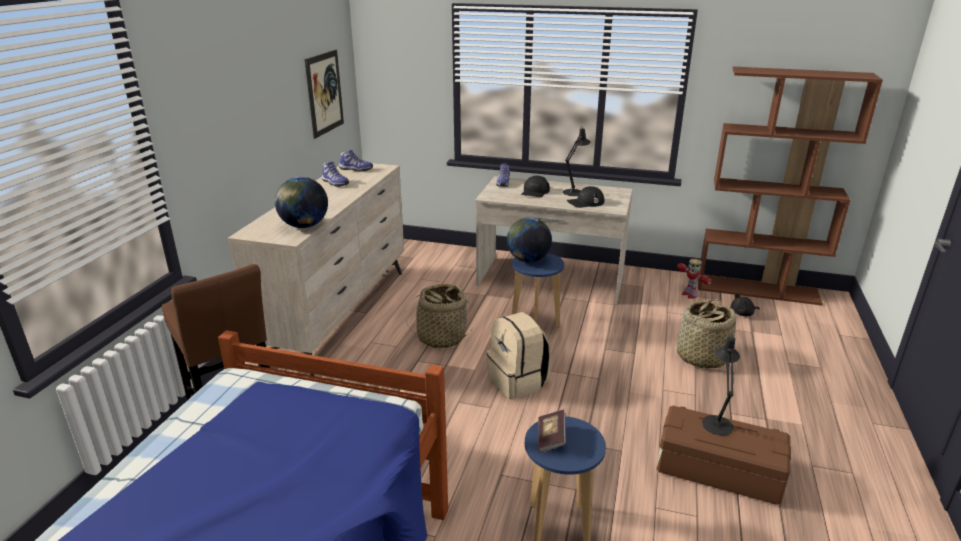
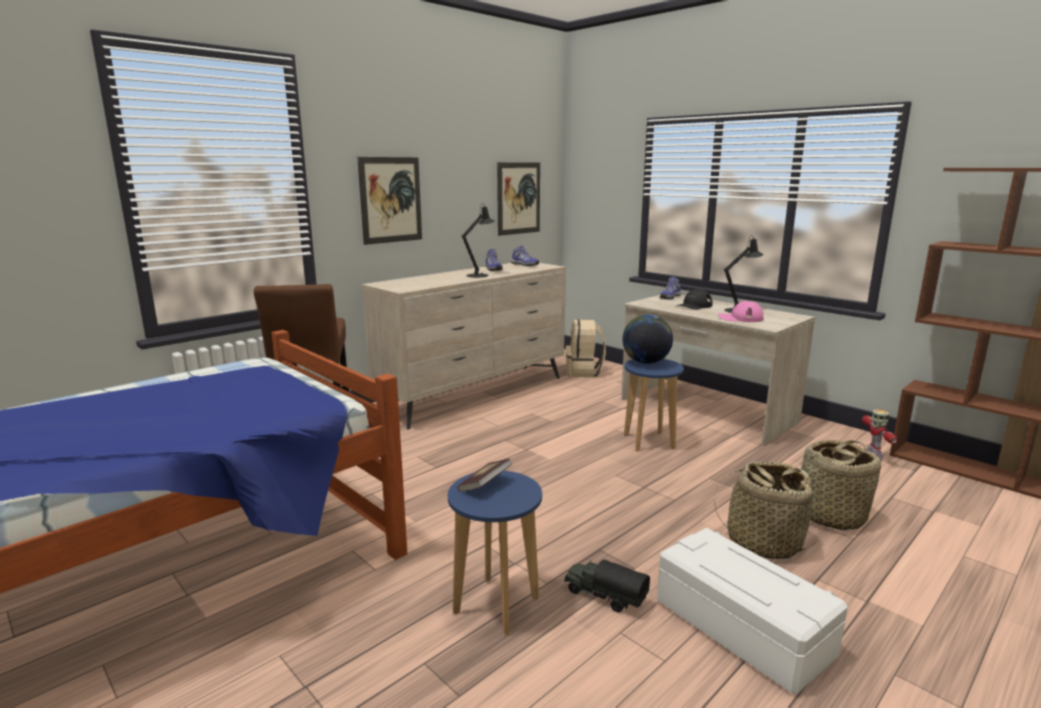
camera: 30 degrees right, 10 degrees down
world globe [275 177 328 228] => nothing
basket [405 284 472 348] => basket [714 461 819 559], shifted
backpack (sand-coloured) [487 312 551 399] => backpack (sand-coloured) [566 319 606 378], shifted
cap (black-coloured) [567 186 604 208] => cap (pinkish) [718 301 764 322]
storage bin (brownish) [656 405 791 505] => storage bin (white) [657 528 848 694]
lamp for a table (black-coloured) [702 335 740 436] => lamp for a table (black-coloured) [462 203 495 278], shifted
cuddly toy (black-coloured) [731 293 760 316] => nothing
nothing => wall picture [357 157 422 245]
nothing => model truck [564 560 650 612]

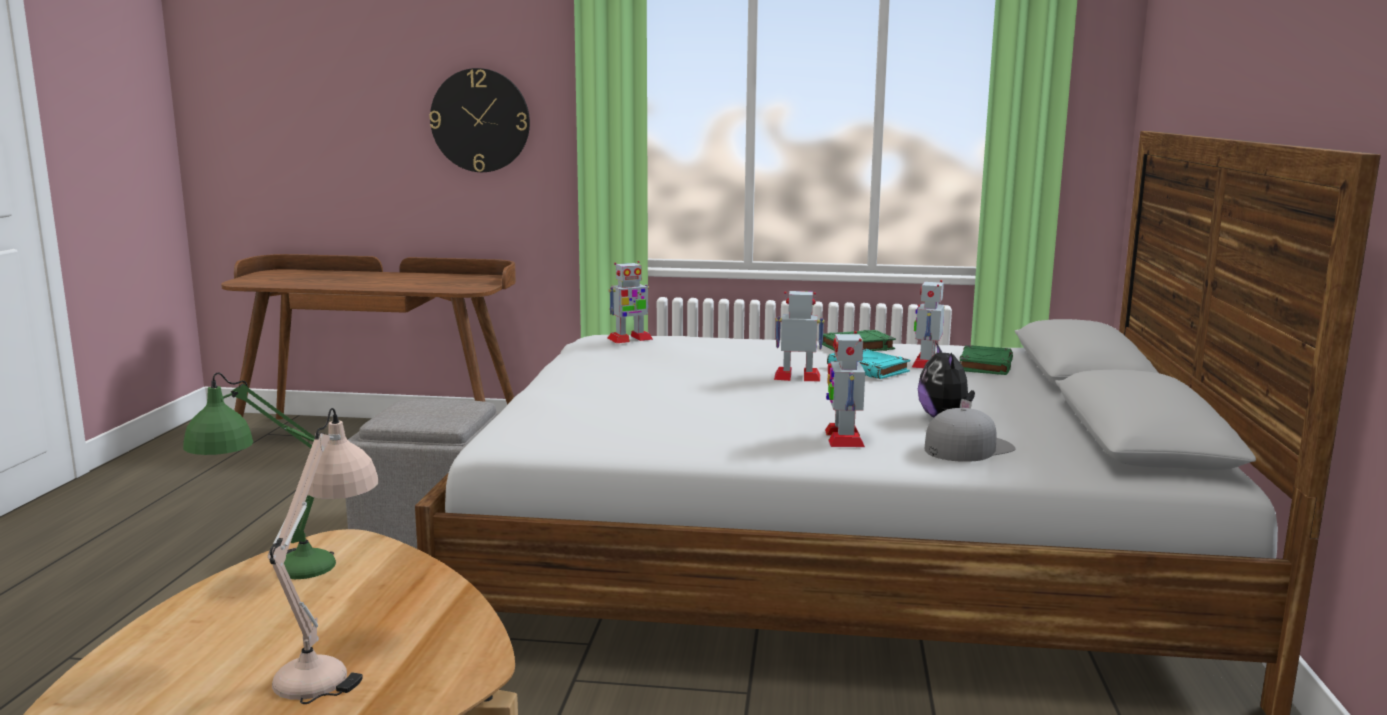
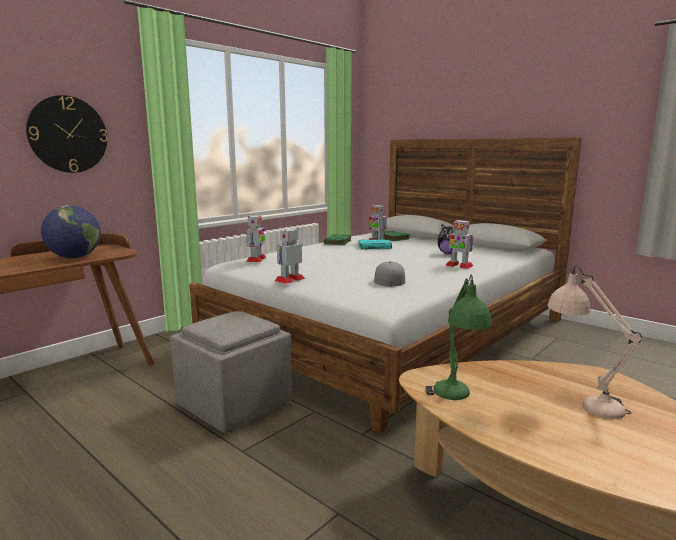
camera: 55 degrees left, 0 degrees up
robot figure [774 291 824 381] => robot figure [275 228 305 284], shifted
cap (greyish) [925 408 1016 462] => cap (greyish) [374 261 405 287], shifted
nothing => world globe [41 205 101 258]

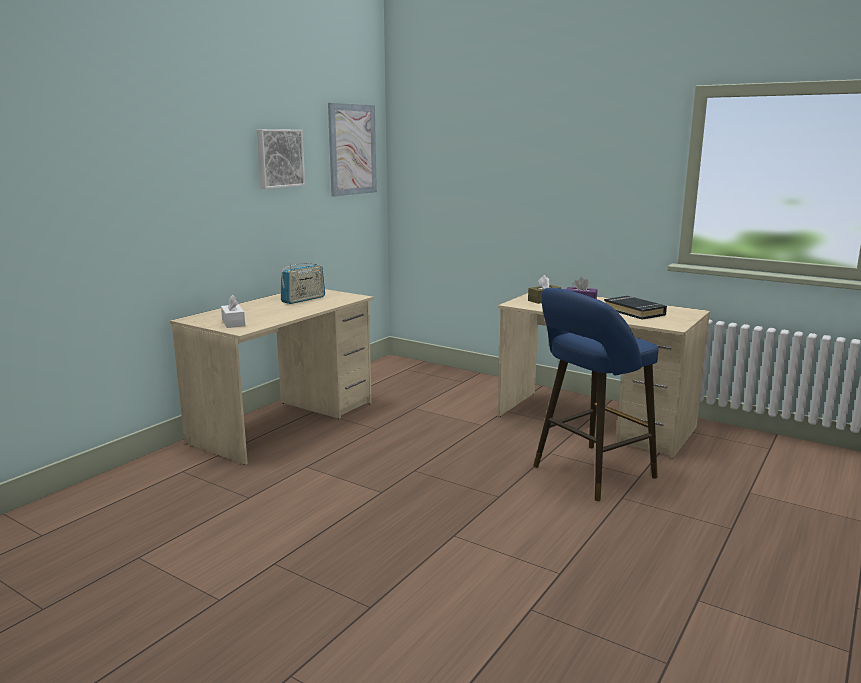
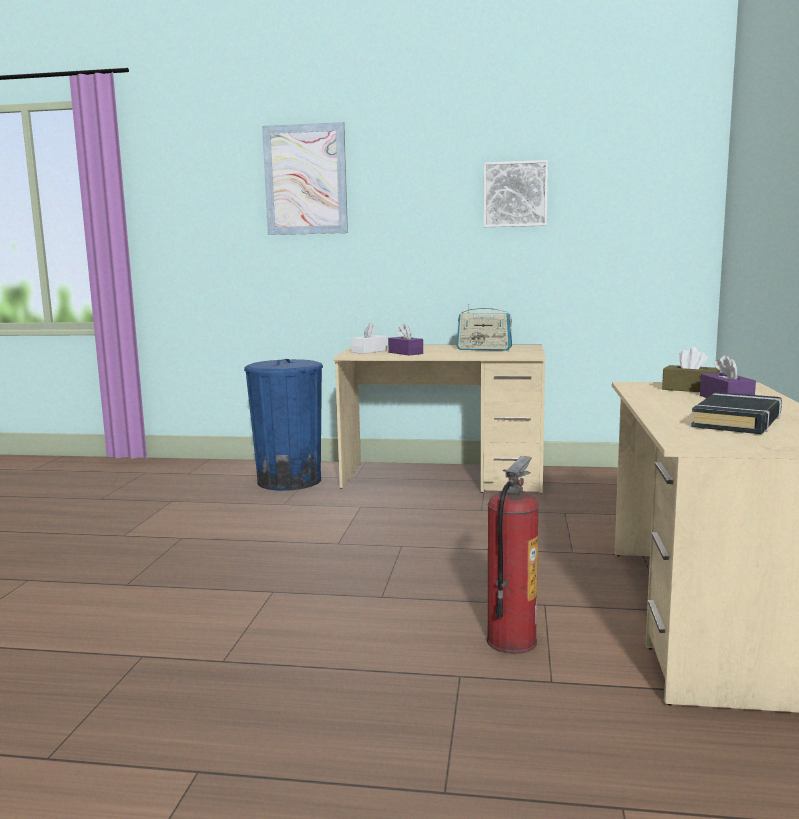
camera: 65 degrees right, 5 degrees down
wall picture [328 103 377 197] => wall picture [262 122 348 235], shifted
stool (blue) [533 288 658 501] => extinguisher [487 456 539 654]
nothing => waste bin (blue) [244 359 323 491]
nothing => tissue box (purple) [388 324 423 355]

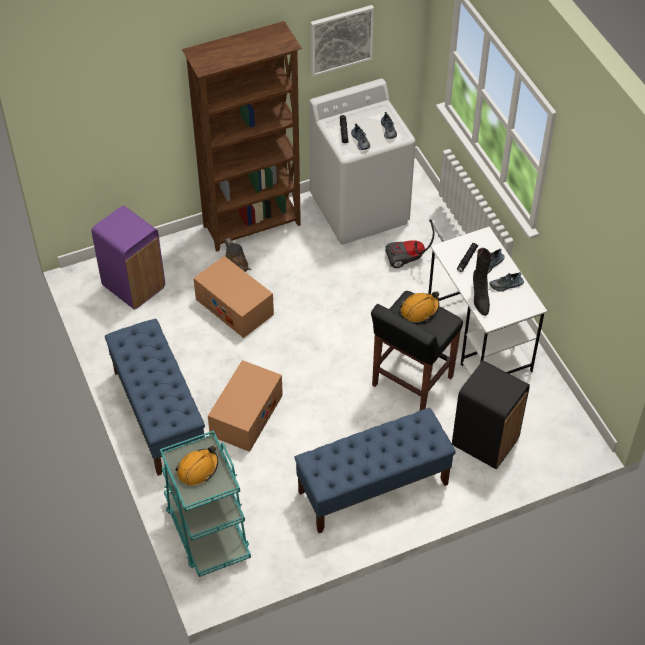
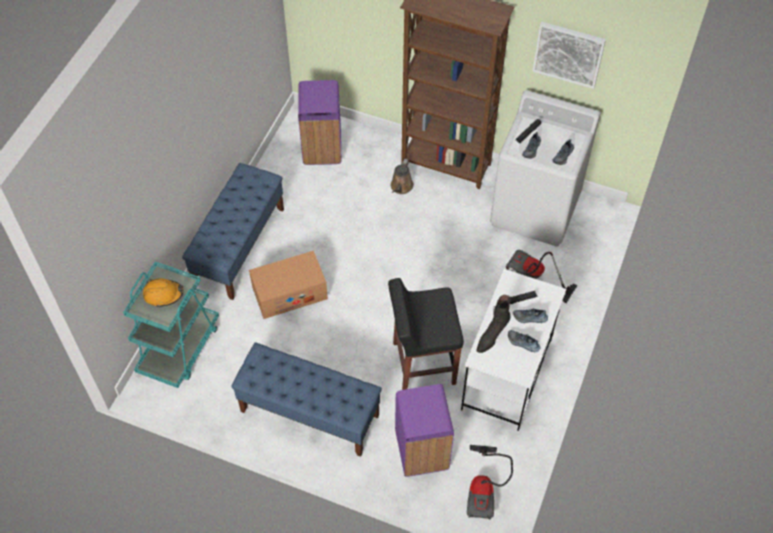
camera: 45 degrees right, 5 degrees up
packing box [193 256 274 338] => nothing
work helmet (orange-coloured) [400 291 440 322] => nothing
waste bin (black-coloured) [452 360 530 469] => waste bin (purple) [395 384 454 477]
nothing => vacuum cleaner [467 445 513 519]

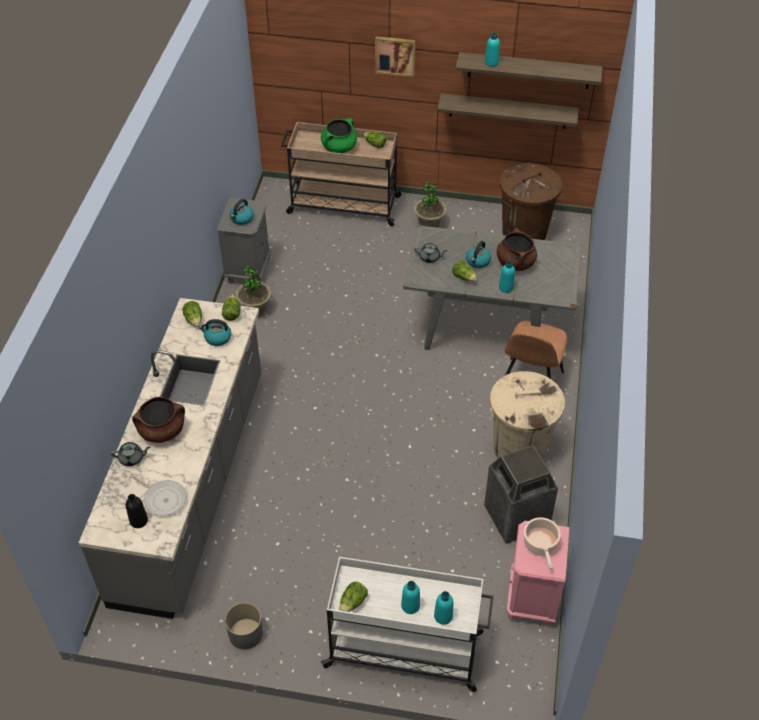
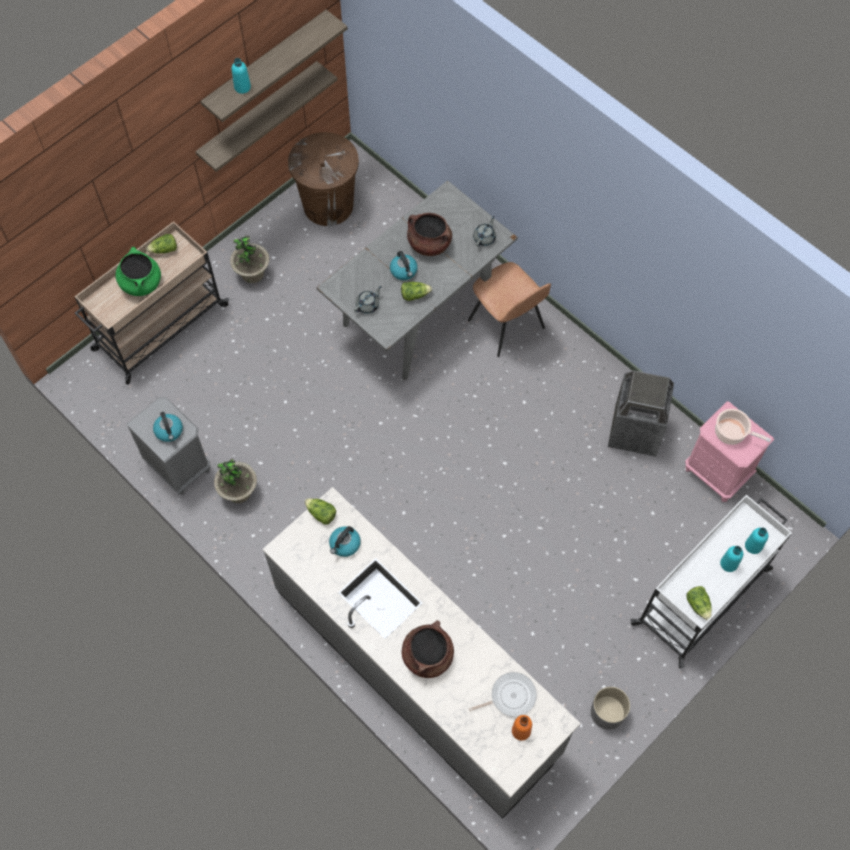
camera: 55 degrees left, 15 degrees up
teapot (greyish) [110 442 151 466] => teapot (greyish) [473 216 496 247], shifted
drink bottle (black-coloured) [126 494 148 528] => drink bottle (orange-coloured) [512 715 532 741]
lettuce [183 301 202 327] => nothing
wall picture [375 36 415 77] => nothing
waste bin (sand-coloured) [490 371 565 460] => nothing
drink bottle (turquoise) [499 261 515 293] => nothing

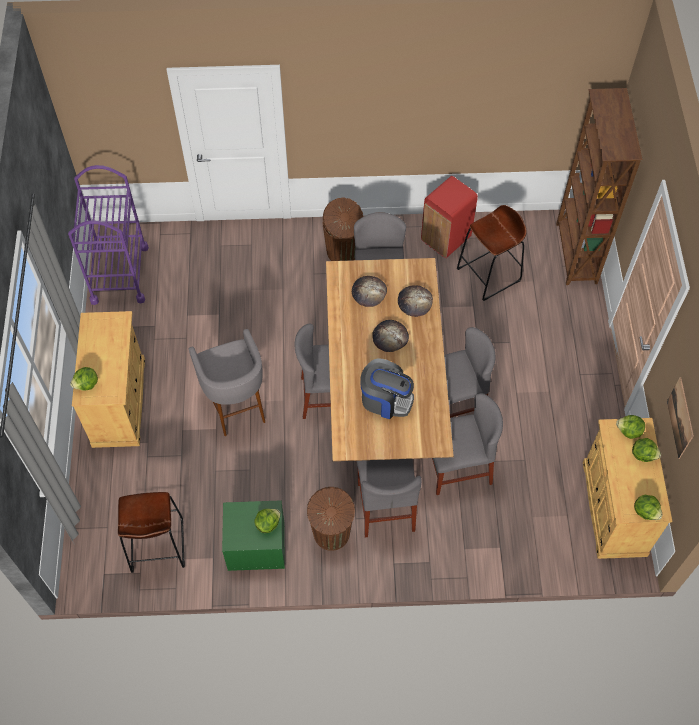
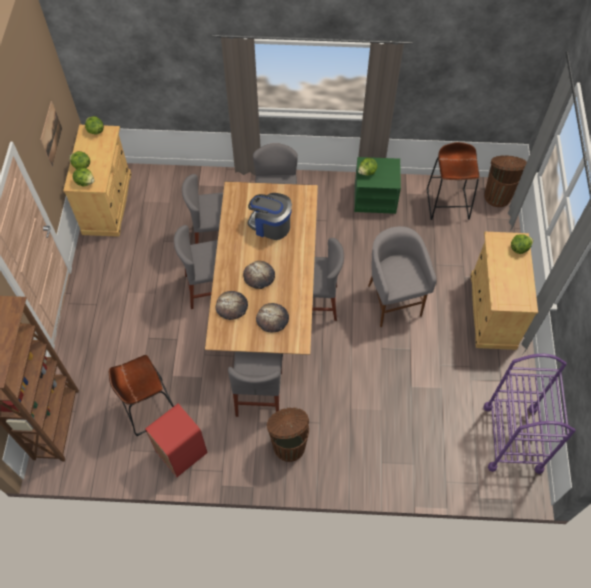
camera: 175 degrees left, 0 degrees up
waste bin (brownish) [307 487 355 551] => waste bin (brownish) [484 155 527 207], shifted

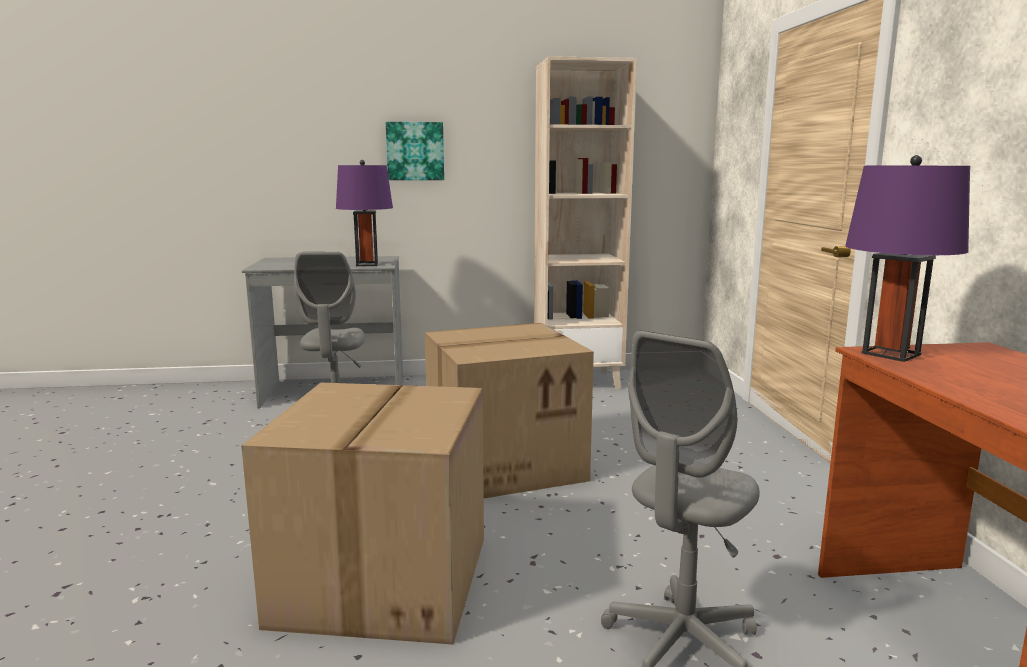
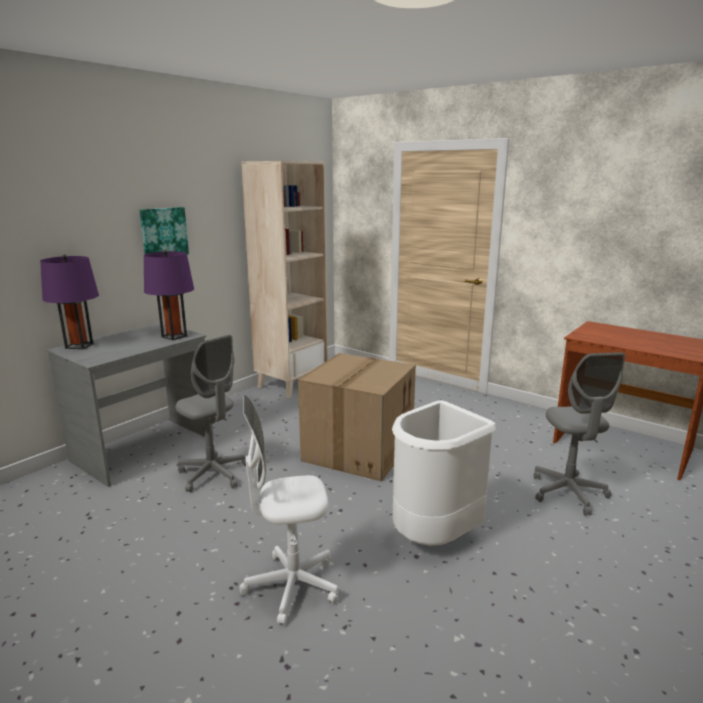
camera: 45 degrees left, 5 degrees up
packing box [241 383 484 644] => waste bin (white) [392 400 496 546]
lamp for a table (purple) [845 155 970 362] => lamp for a table (purple) [40 254 99 349], shifted
nothing => office chair (white) [239 395 338 625]

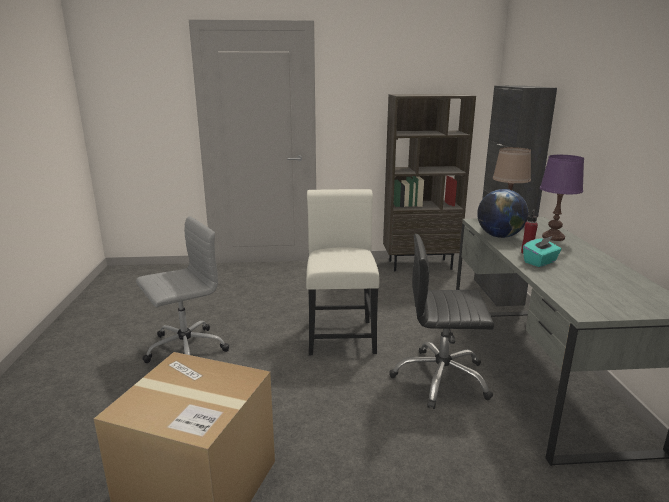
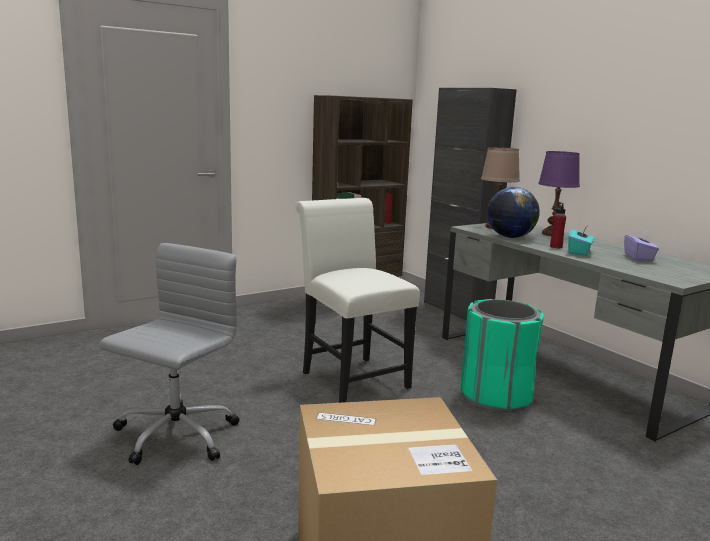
camera: 30 degrees left, 5 degrees down
office chair (black-coloured) [389 234 494 409] => waste bin (greenish) [461 299 544 411]
nothing => tissue box (purple) [624 230 659 261]

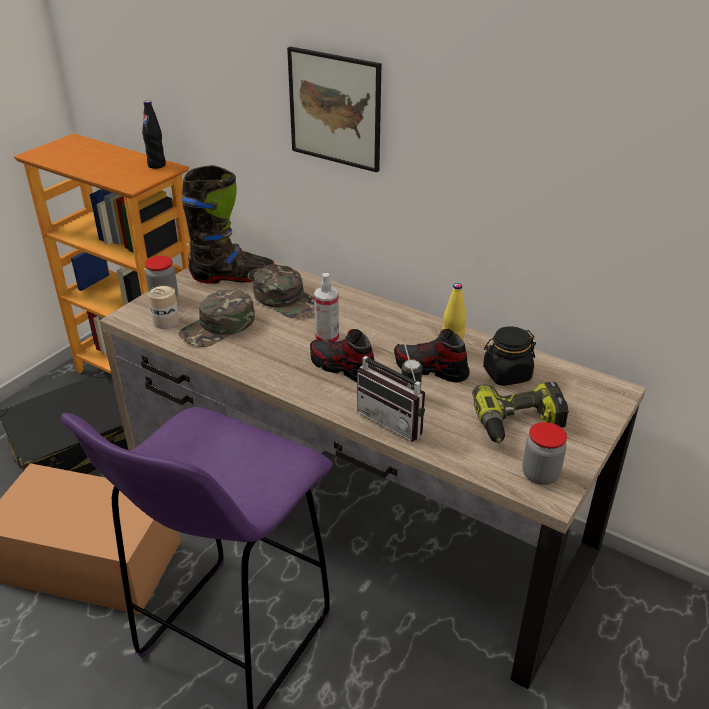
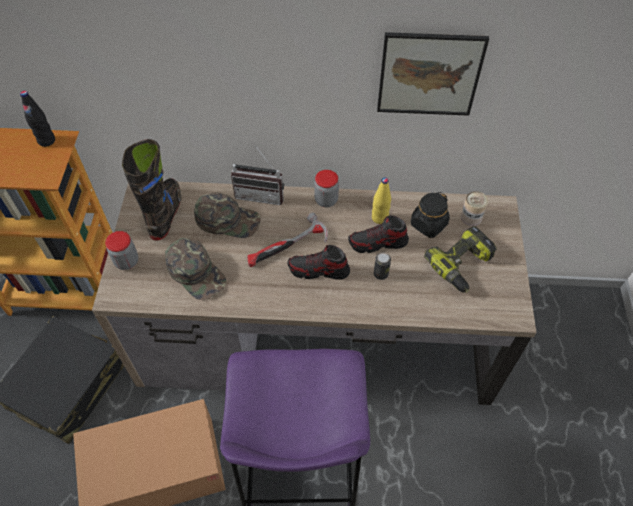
camera: 30 degrees left, 20 degrees up
can [148 285 180 329] => can [461 191 488 226], shifted
cap (greenish) [178 289 255 347] => cap (greenish) [165 238 226 300], 60 degrees counterclockwise
high-top boot (black-coloured) [182 165 274 284] => high-top boot (black-coloured) [122 139 181 240], 45 degrees counterclockwise
wall picture [287 47 381 172] => wall picture [377 32 489 116], shifted
sprayer [314 273 339 342] => tool hammer [247 213 328 267]
radio [357 338 425 442] => radio [231 144 284 205], shifted
jar [522 422 567 485] => jar [314 170 339 207], shifted

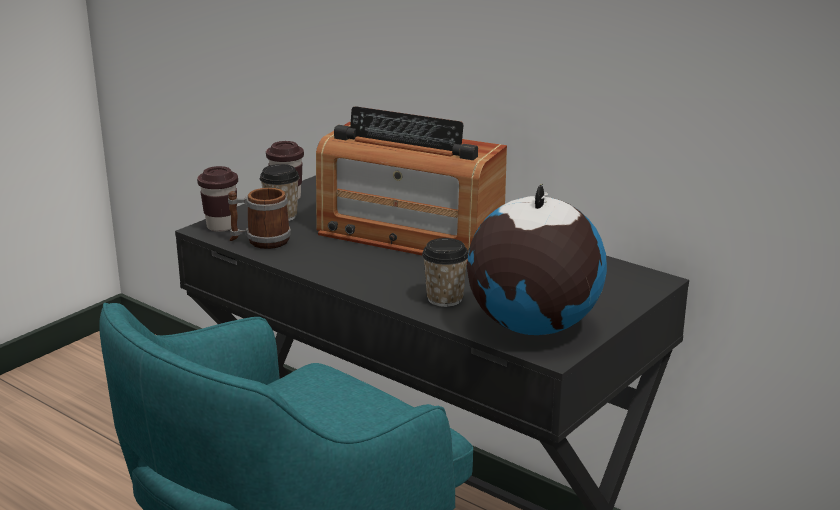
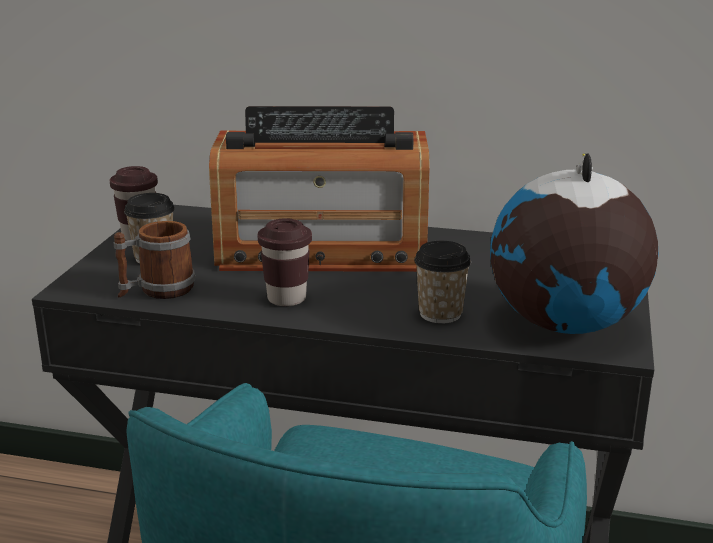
camera: 25 degrees left, 0 degrees up
drinking cup (brownish) [197 166 238 232] => drinking cup (brownish) [257 218 312 306], shifted

